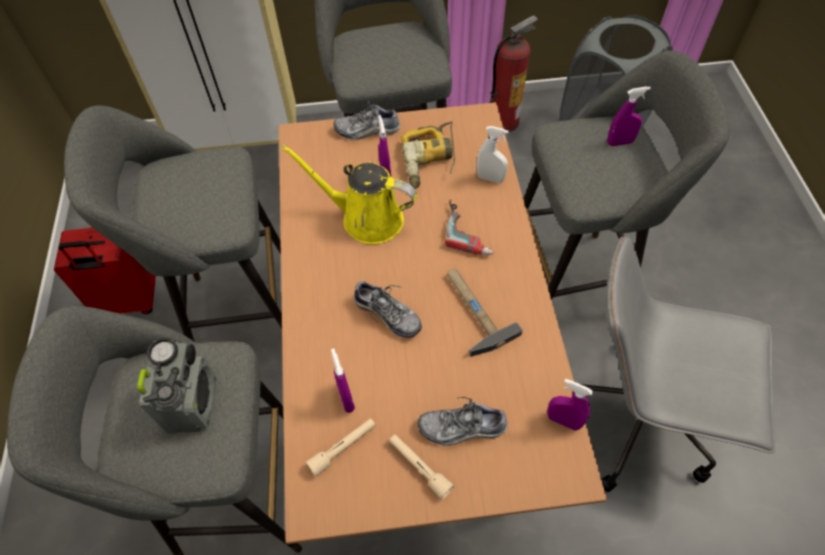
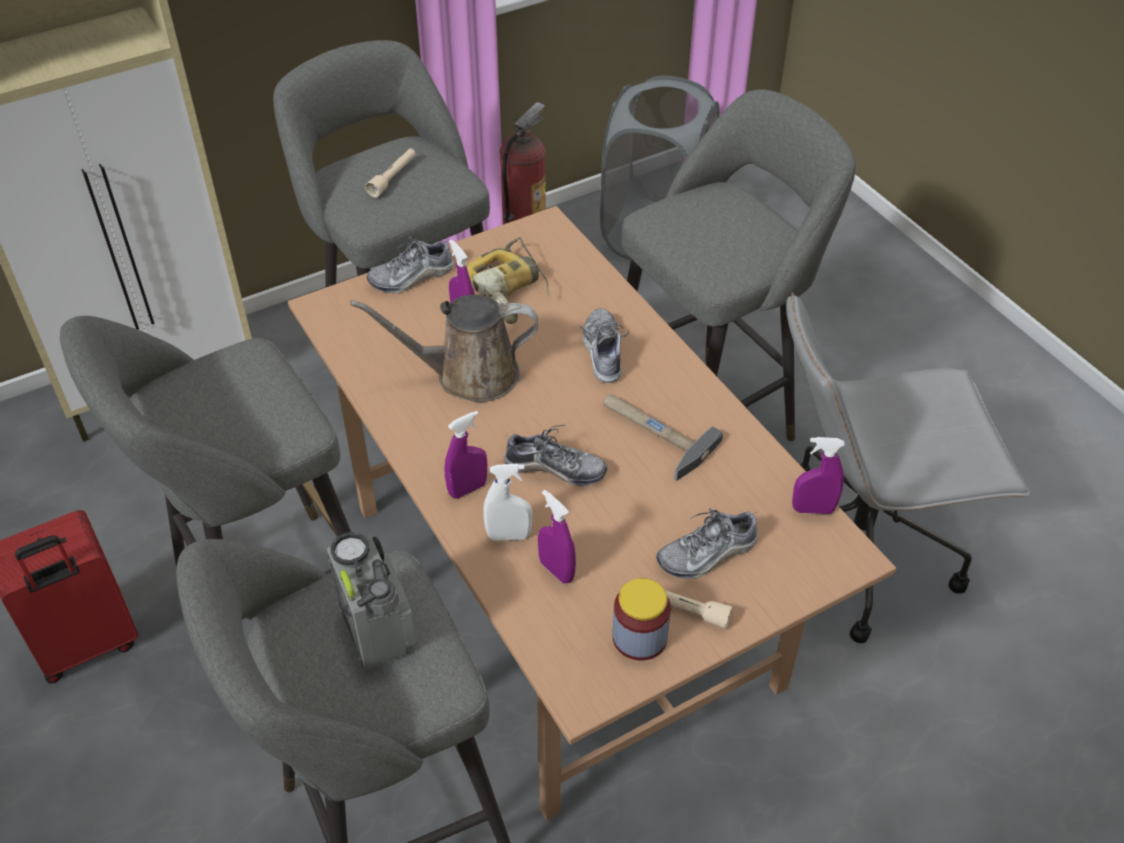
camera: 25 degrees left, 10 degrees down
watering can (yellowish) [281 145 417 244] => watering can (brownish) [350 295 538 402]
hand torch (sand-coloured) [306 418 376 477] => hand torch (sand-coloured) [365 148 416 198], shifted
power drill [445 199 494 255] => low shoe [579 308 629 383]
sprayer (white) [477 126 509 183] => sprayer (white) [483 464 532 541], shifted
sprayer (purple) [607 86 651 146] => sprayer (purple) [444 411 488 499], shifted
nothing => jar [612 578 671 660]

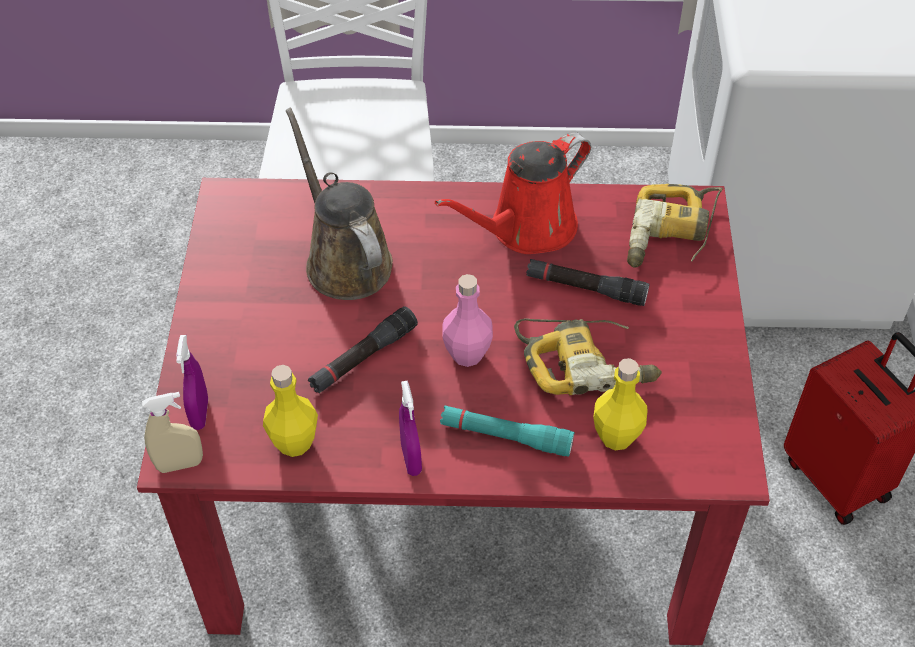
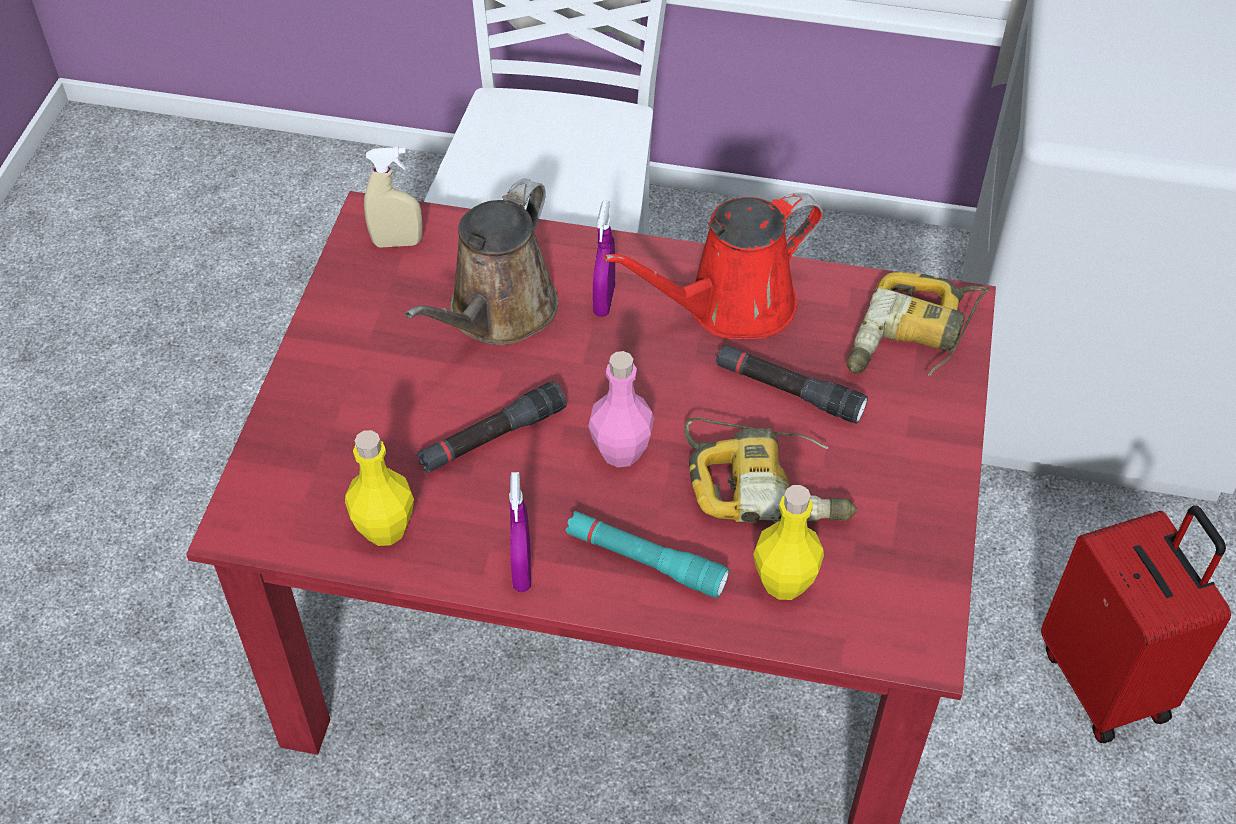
camera: 10 degrees right, 0 degrees up
sprayer (sand-coloured) [142 392 203 473] => sprayer (sand-coloured) [364 147 423 248], shifted
sprayer (purple) [176 335 208 430] => sprayer (purple) [593 200 615 317], shifted
watering can (brownish) [286 108 393 300] => watering can (brownish) [405 178 558 345], 135 degrees counterclockwise

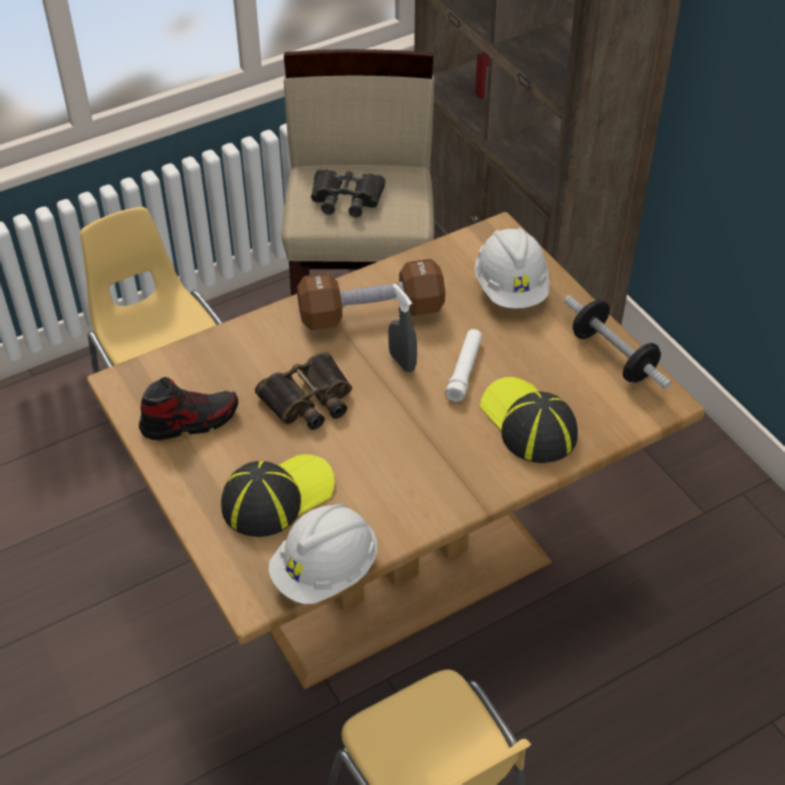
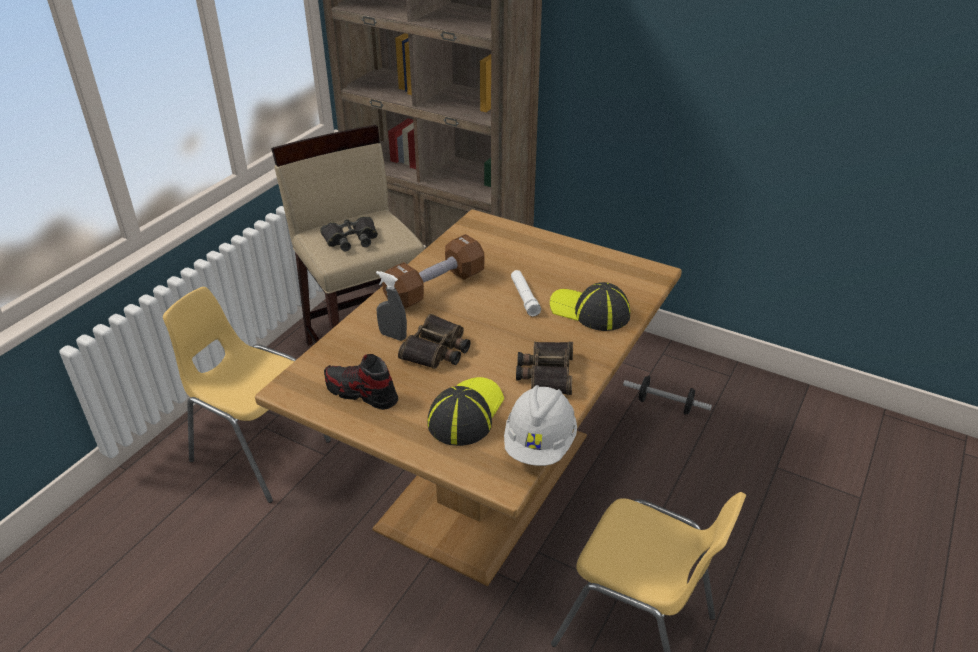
camera: 30 degrees left, 10 degrees down
low shoe [139 377 238 440] => low shoe [324 354 398 410], 105 degrees counterclockwise
sprayer (greyish) [388 284 417 372] => sprayer (greyish) [376 271 407 341], shifted
work helmet (white) [475 228 550 309] => nothing
free weight [564 295 672 389] => free weight [623 376 712 415], shifted
nothing => pair of binoculars [516 342 573 395]

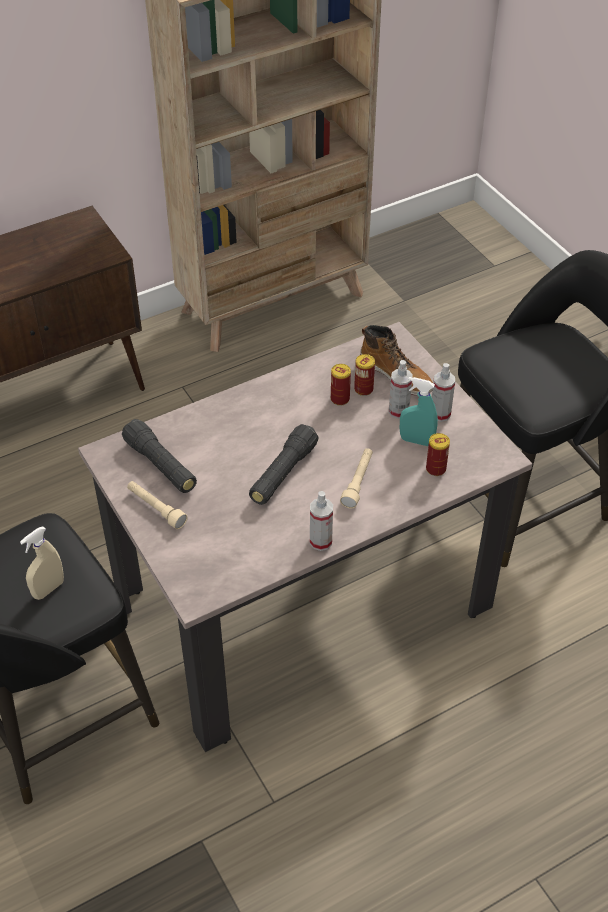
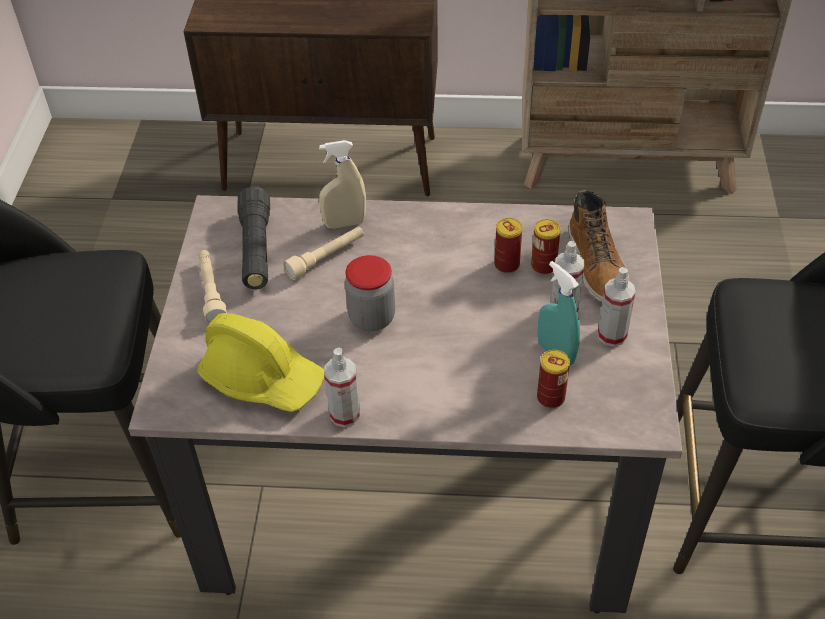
camera: 35 degrees right, 0 degrees up
sprayer (sand-coloured) [20 526 64 600] => sprayer (sand-coloured) [319 140 366 229], shifted
hand torch (black-coloured) [249 424 319 505] => jar [345 255 395 331]
hand torch (sand-coloured) [340 448 373 508] => hand torch (sand-coloured) [283 226 364 280], shifted
nothing => work helmet (yellowish) [198 313 325 412]

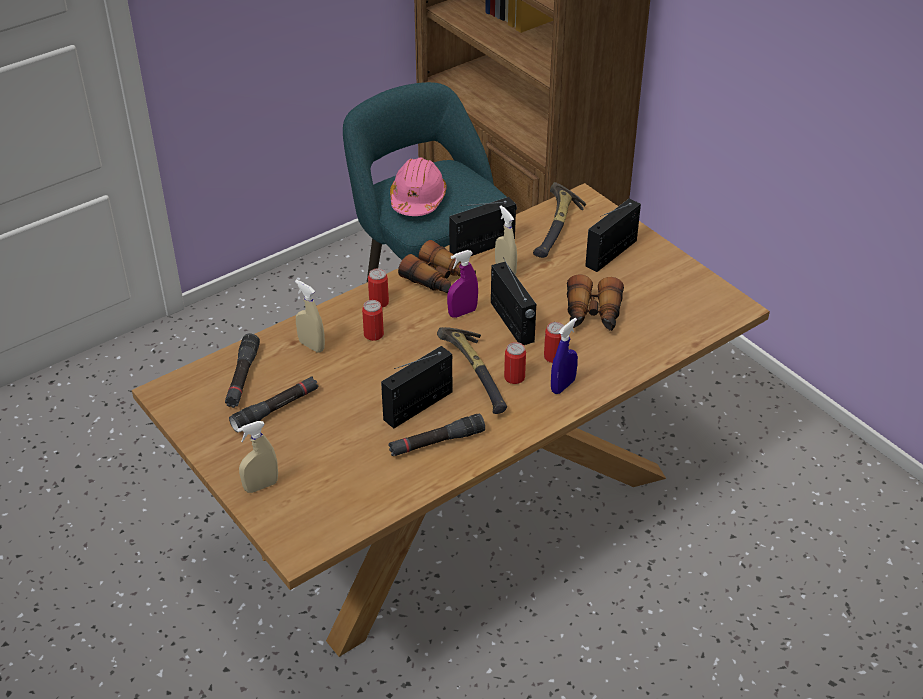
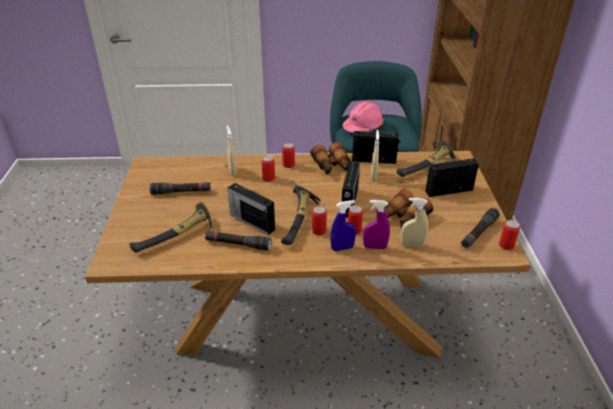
camera: 35 degrees right, 5 degrees down
hand torch (black-coloured) [225 333 260 408] => hand torch (black-coloured) [461 208 500 248], shifted
sprayer (sand-coloured) [237 421 278 493] => sprayer (sand-coloured) [401 198 428 247], shifted
radio [381 346 453 428] => radio [227 183 275 235], 135 degrees counterclockwise
sprayer (purple) [447 250 478 318] => sprayer (purple) [363 200 390 249], shifted
nothing => tool hammer [129 202 212 253]
nothing => can [499 220 520 250]

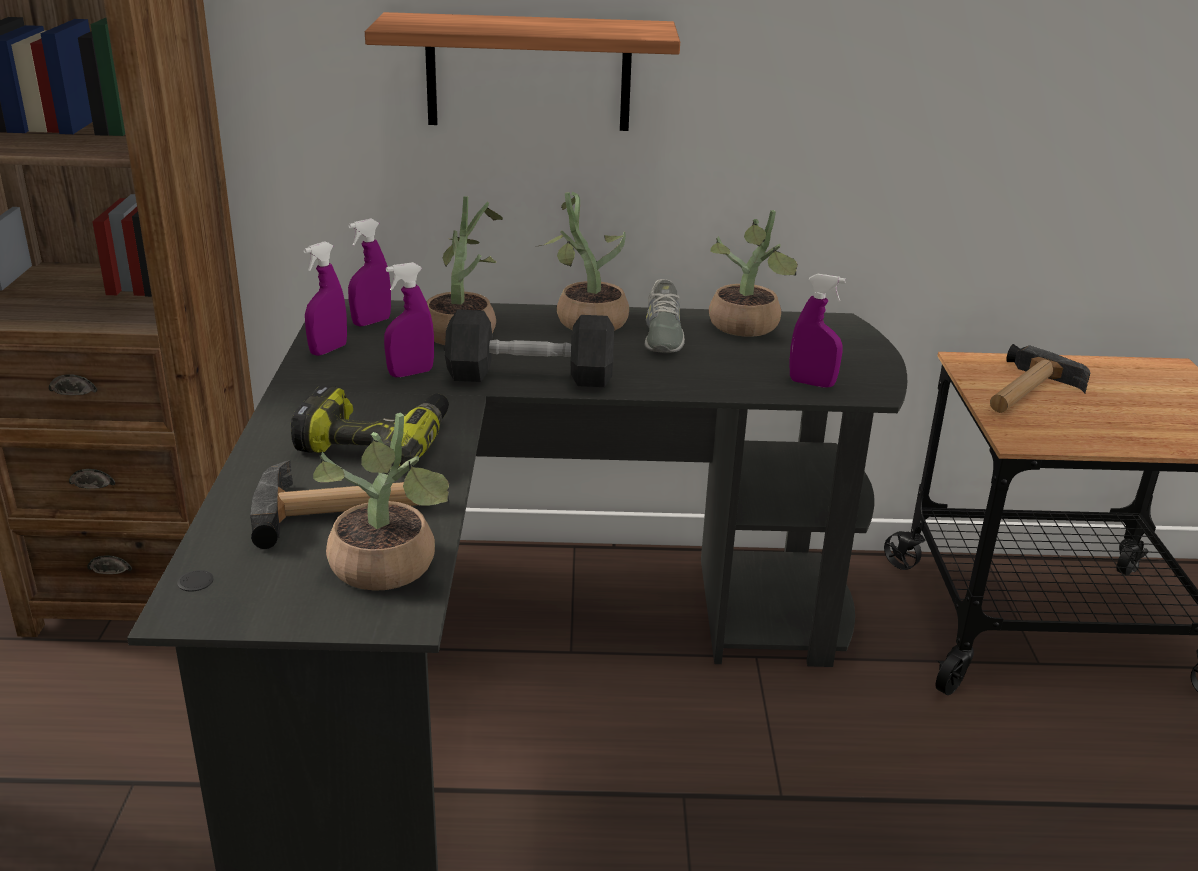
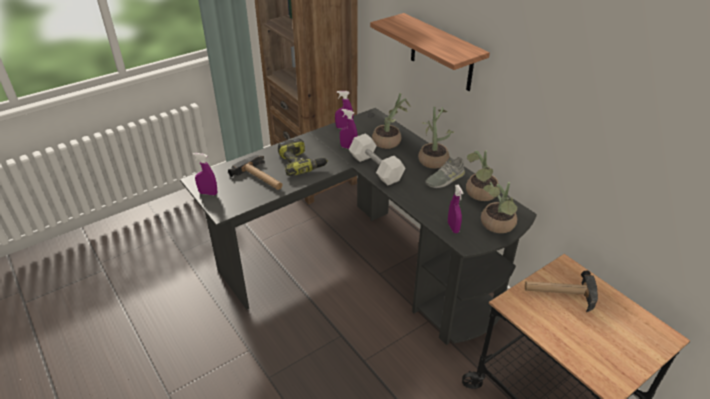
camera: 55 degrees right, 10 degrees up
houseplant [313 412 450 591] => houseplant [481 182 517 233], shifted
sprayer (purple) [348 218 391 326] => sprayer (purple) [192 153 217 195], shifted
free weight (black-coloured) [445 310 614 387] => free weight (white) [349 133 406 185]

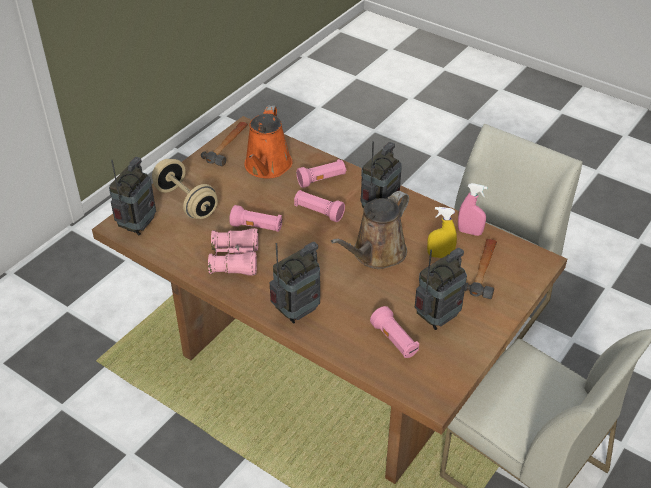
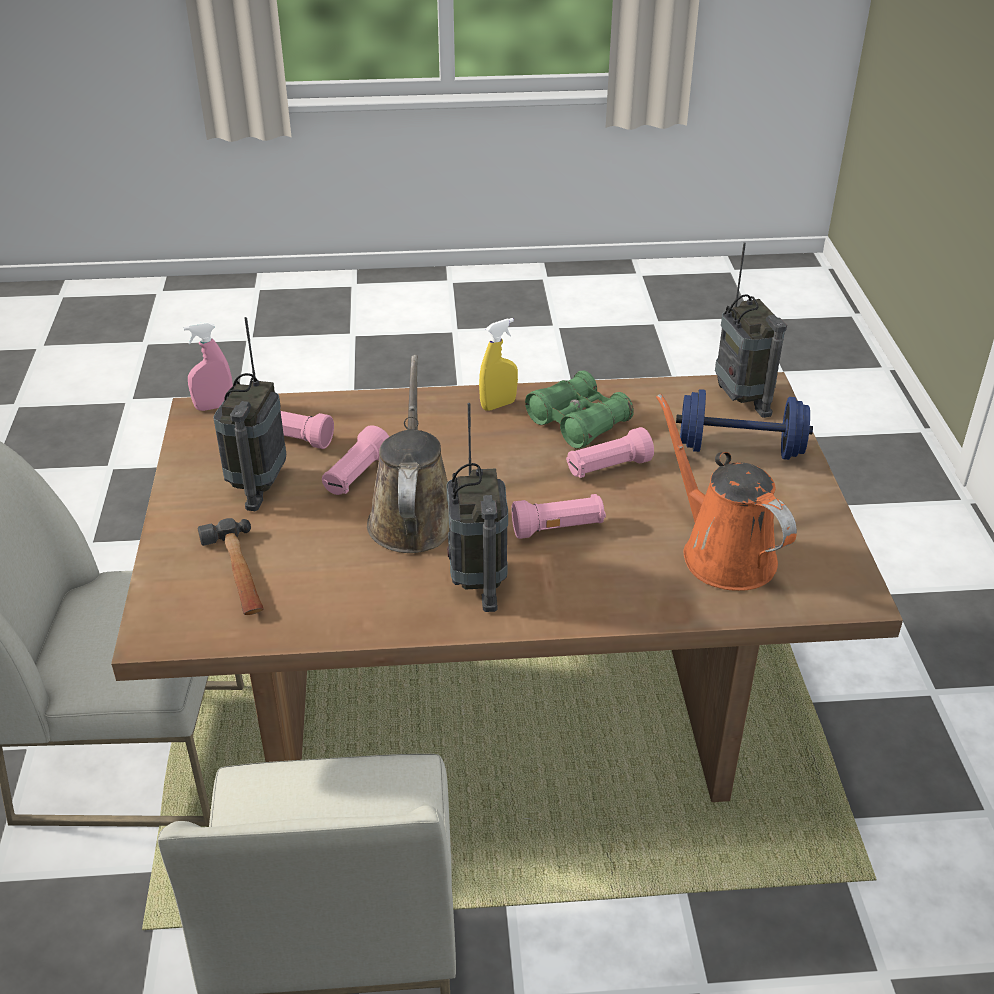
camera: 140 degrees right, 5 degrees down
free weight (sand-coloured) [152 159 218 219] => free weight (blue) [676 389 813 460]
tool hammer [201 122 248 166] => nothing
pair of binoculars (pinkish) [208 228 258 276] => pair of binoculars (greenish) [525 370 634 449]
radio [270 242 320 323] => nothing
hand torch (pinkish) [296 159 347 188] => hand torch (pinkish) [322 425 389 495], shifted
sprayer (yellowish) [427 207 457 258] => sprayer (yellowish) [479 318 518 411], shifted
sprayer (pinkish) [458 183 488 236] => sprayer (pinkish) [183 322 233 411], shifted

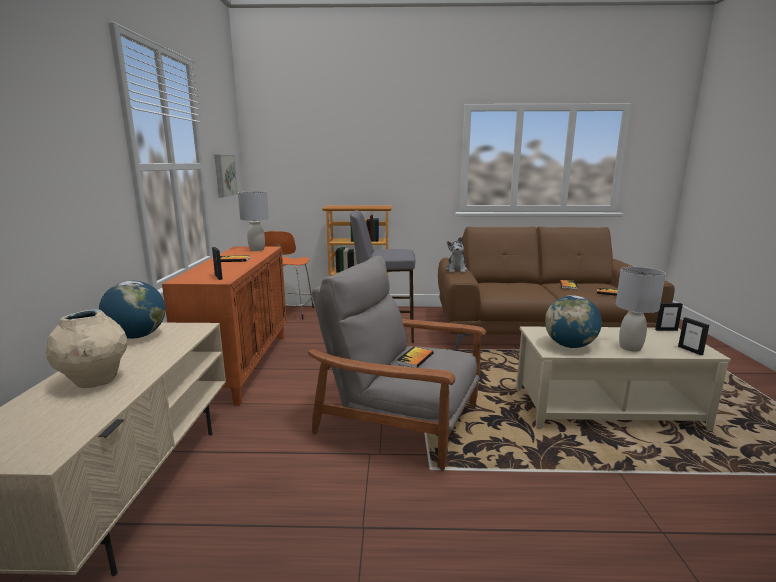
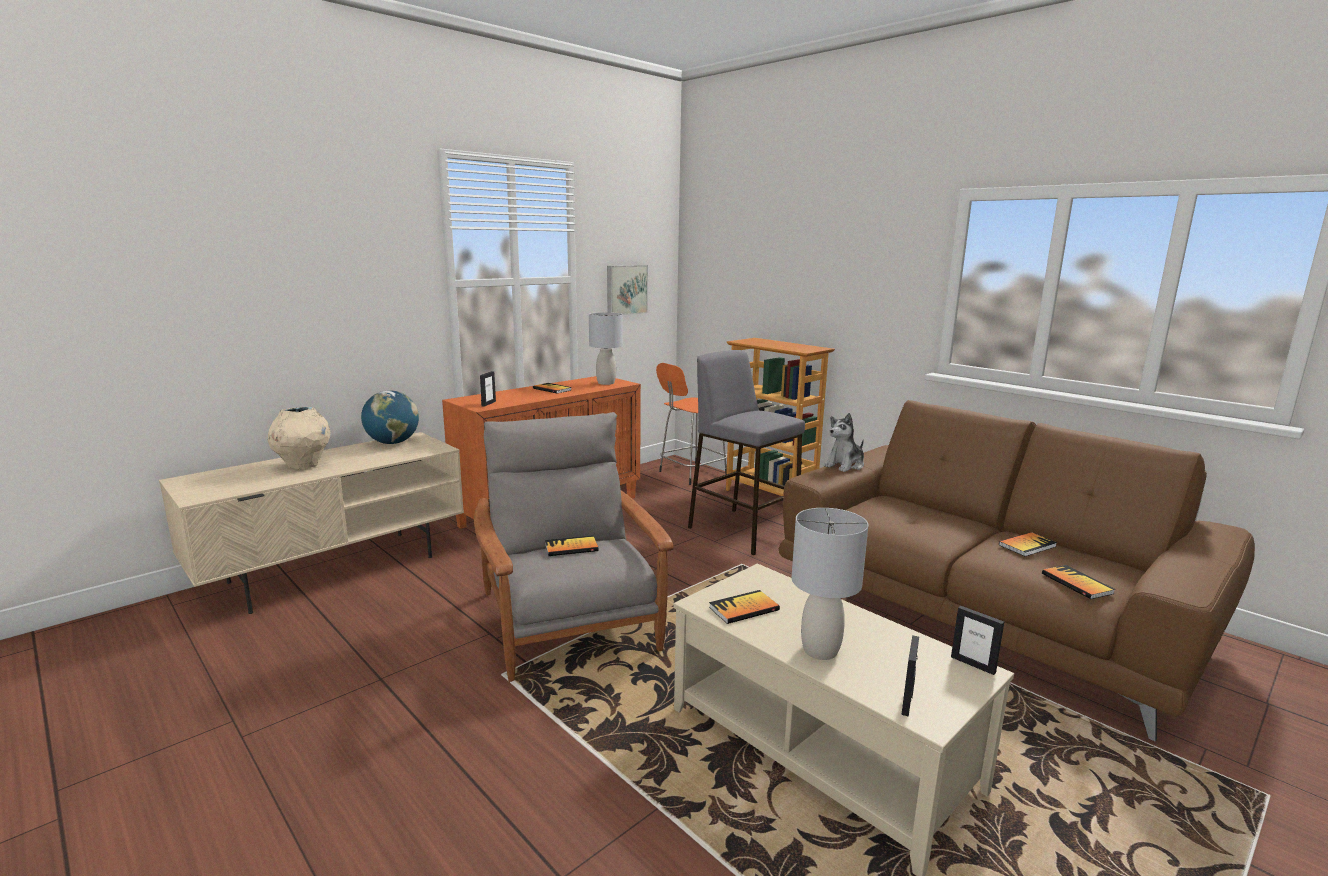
camera: 45 degrees right, 0 degrees up
world globe [545 295 602 348] => book [709 590 780 624]

